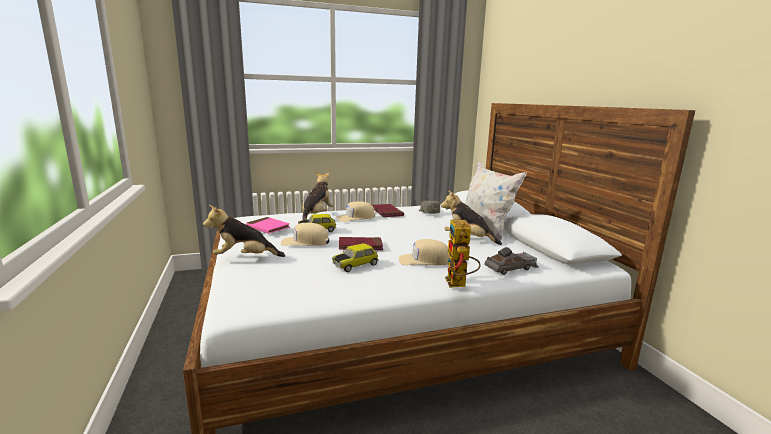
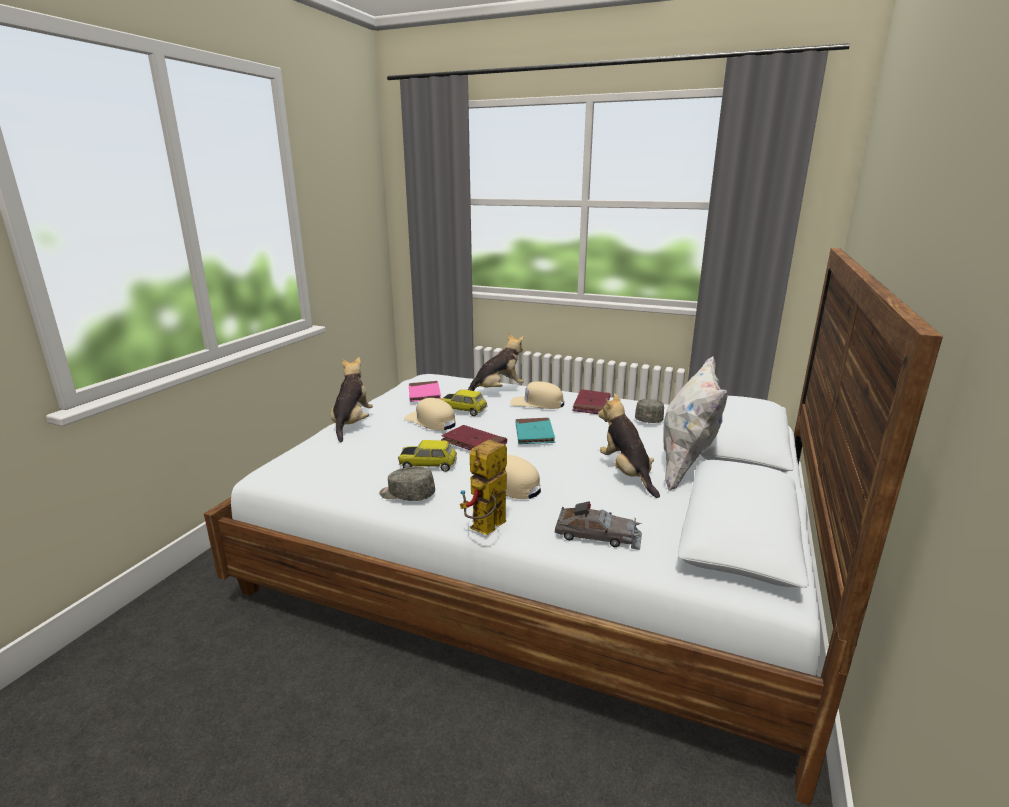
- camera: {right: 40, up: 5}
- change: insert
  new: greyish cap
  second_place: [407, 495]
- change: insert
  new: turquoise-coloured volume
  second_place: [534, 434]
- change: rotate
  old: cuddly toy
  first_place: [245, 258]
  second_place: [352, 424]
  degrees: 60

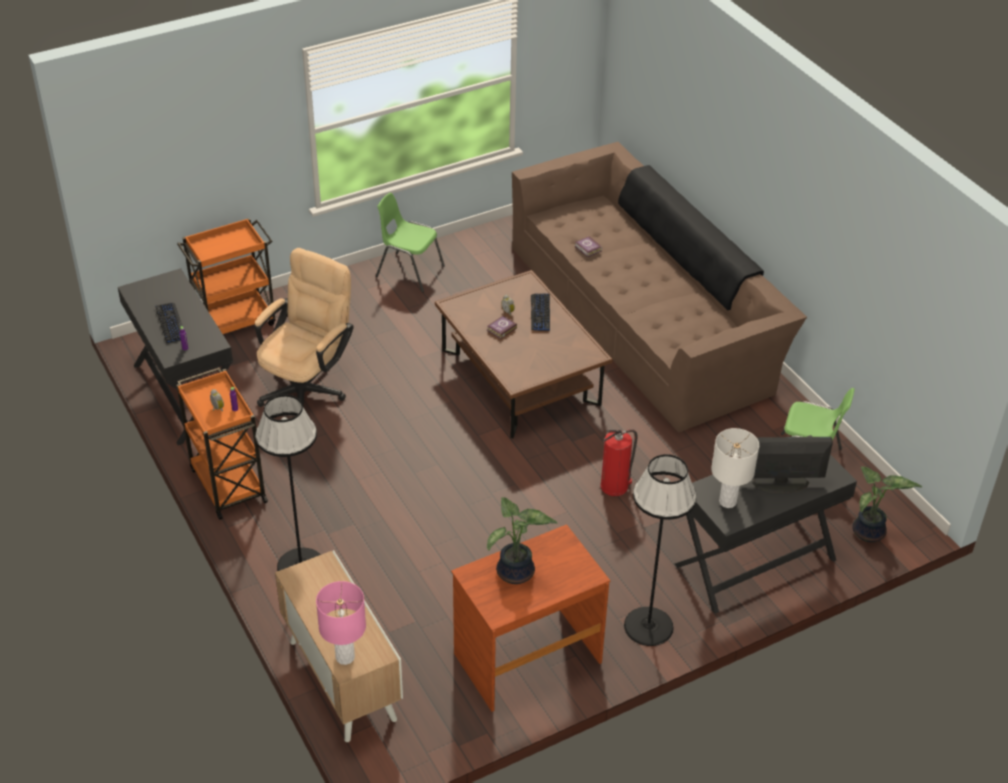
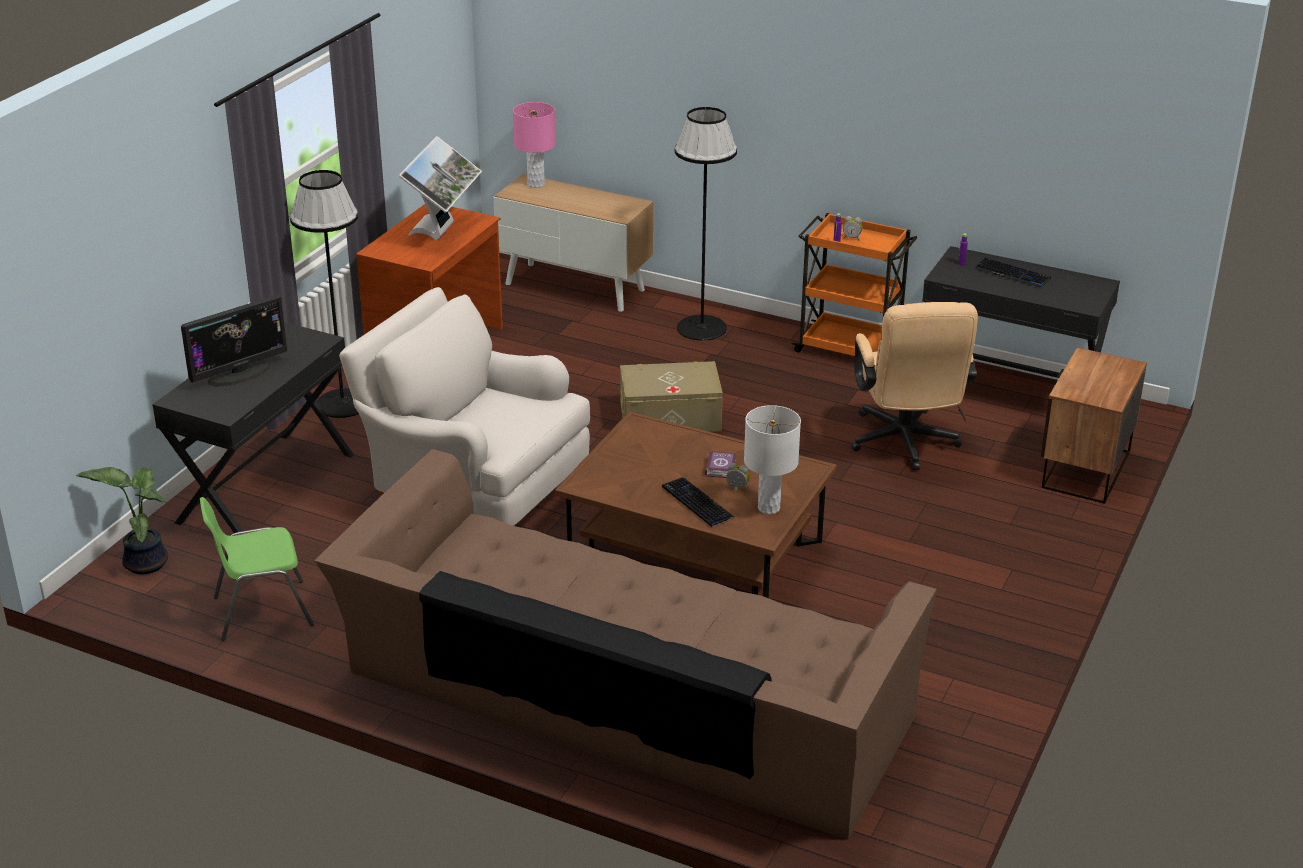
- camera: {right: 145, up: -10}
- change: delete
  old: green upright chair
  first_place: [409, 271]
- change: delete
  old: volume
  first_place: [588, 249]
- change: insert
  new: sand-coloured storage box
  second_place: [670, 416]
- change: move
  old: whitish tabletop lamp
  first_place: [728, 502]
  second_place: [768, 508]
- change: replace
  old: orange-coloured wheeled cart
  new: night table
  first_place: [235, 321]
  second_place: [1083, 469]
- change: replace
  old: potted plant
  new: computer screen
  first_place: [516, 574]
  second_place: [442, 231]
- change: replace
  old: fire extinguisher
  new: whitish armchair
  first_place: [615, 486]
  second_place: [474, 493]

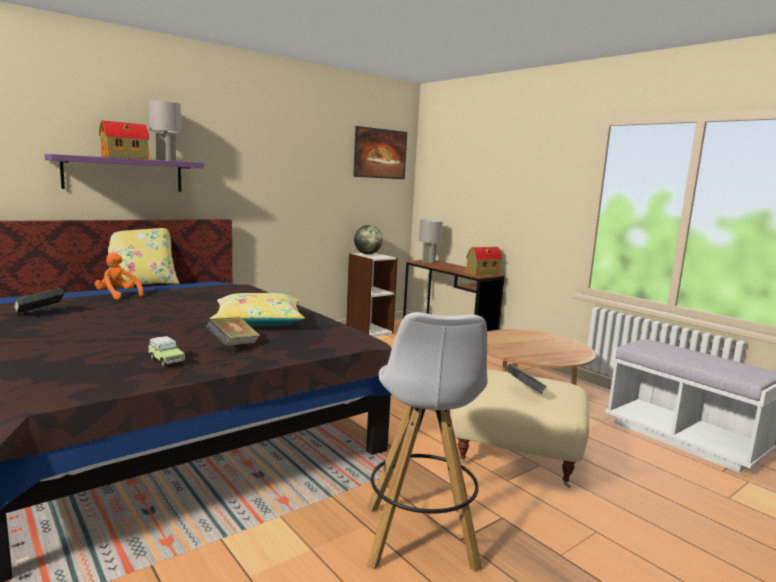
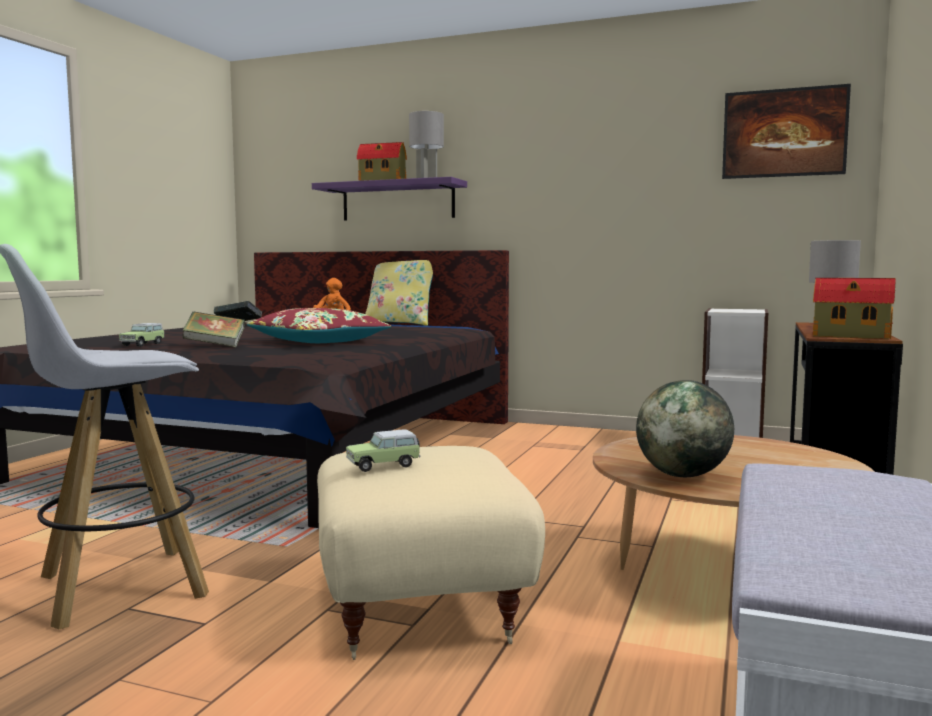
- camera: {right: 60, up: -5}
- change: move
  old: desk globe
  first_place: [367, 254]
  second_place: [682, 475]
- change: replace
  old: volume
  new: toy car
  first_place: [524, 392]
  second_place: [385, 465]
- change: recolor
  old: yellow-coloured throw pillow
  new: red throw pillow
  first_place: [258, 321]
  second_place: [319, 341]

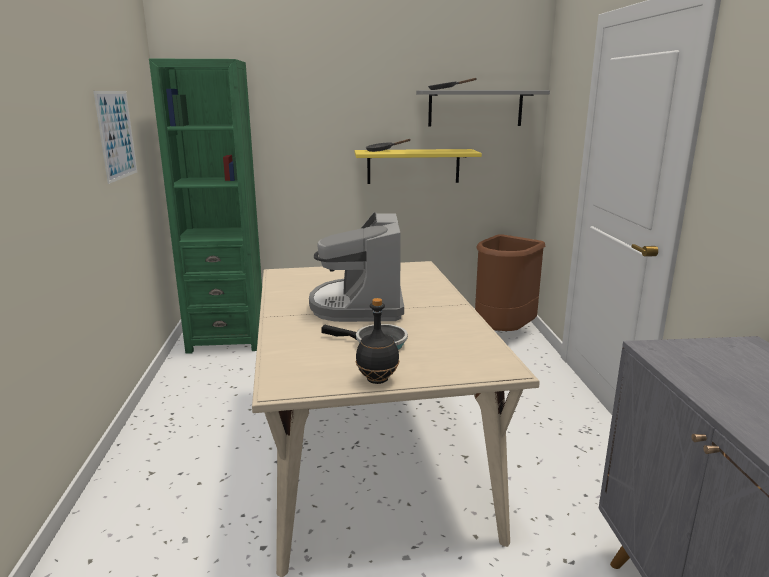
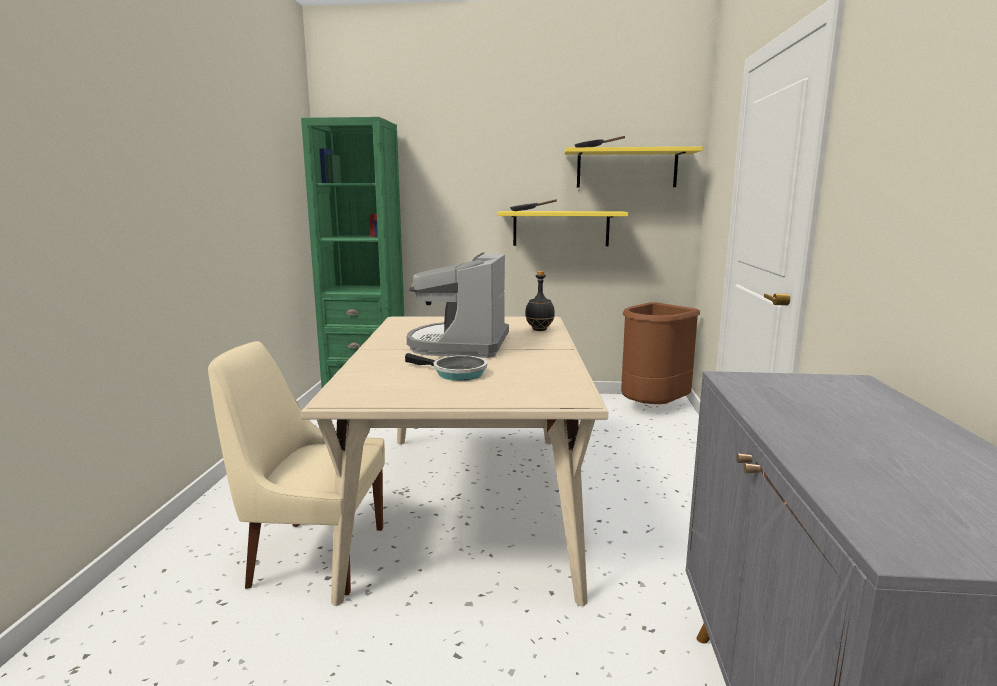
- camera: {right: 10, up: -5}
- change: delete
  old: picture
  first_place: [116, 135]
- change: insert
  new: sand-coloured upright chair
  second_place: [313, 556]
- change: move
  old: black bottle
  first_place: [376, 380]
  second_place: [539, 330]
- change: recolor
  old: greyish wall shelf
  new: yellow-coloured wall shelf
  first_place: [475, 108]
  second_place: [626, 169]

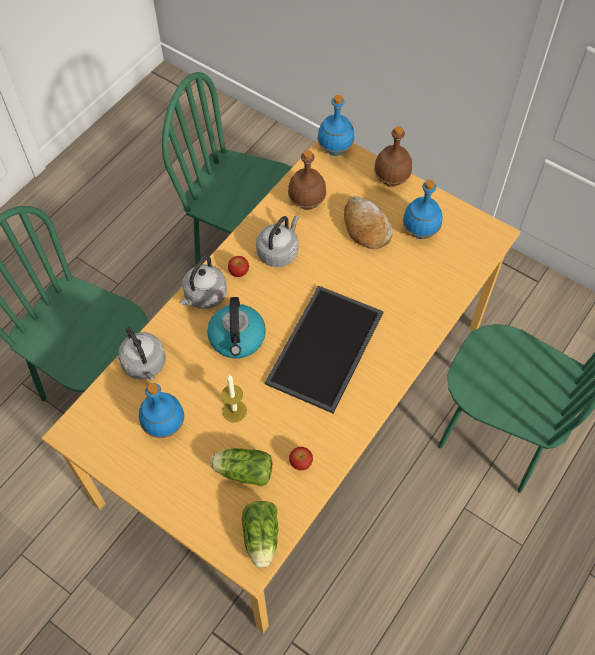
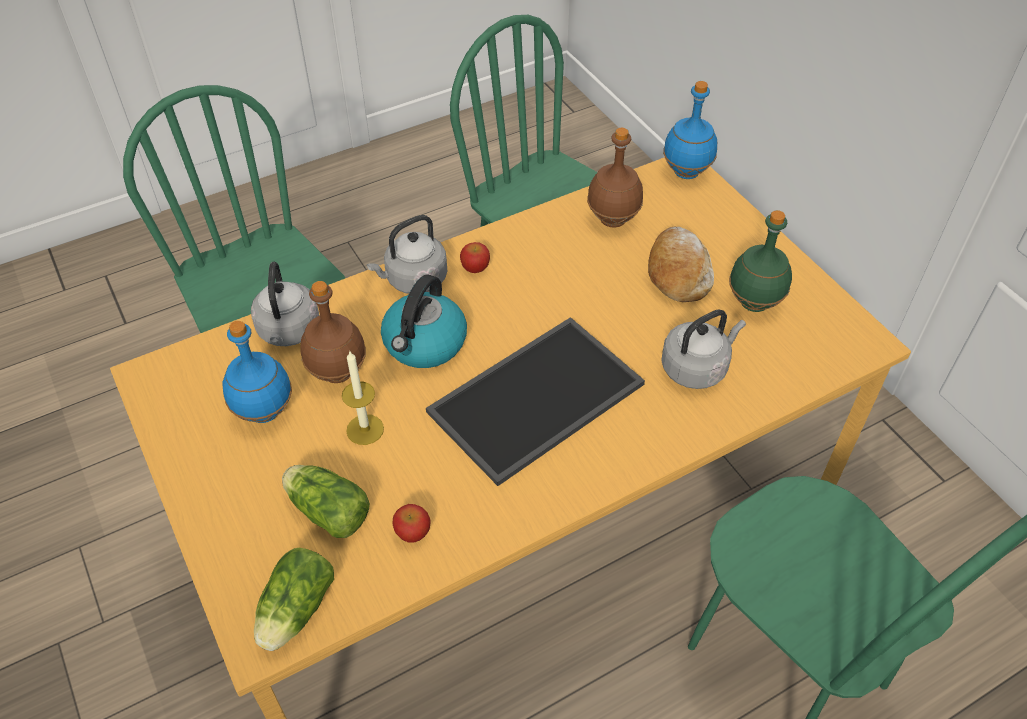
- camera: {right: 25, up: -10}
- change: move
  old: greyish kettle
  first_place: [279, 251]
  second_place: [696, 367]
- change: move
  old: brown bottle
  first_place: [391, 180]
  second_place: [338, 372]
- change: recolor
  old: blue bottle
  new: green bottle
  first_place: [419, 232]
  second_place: [753, 303]

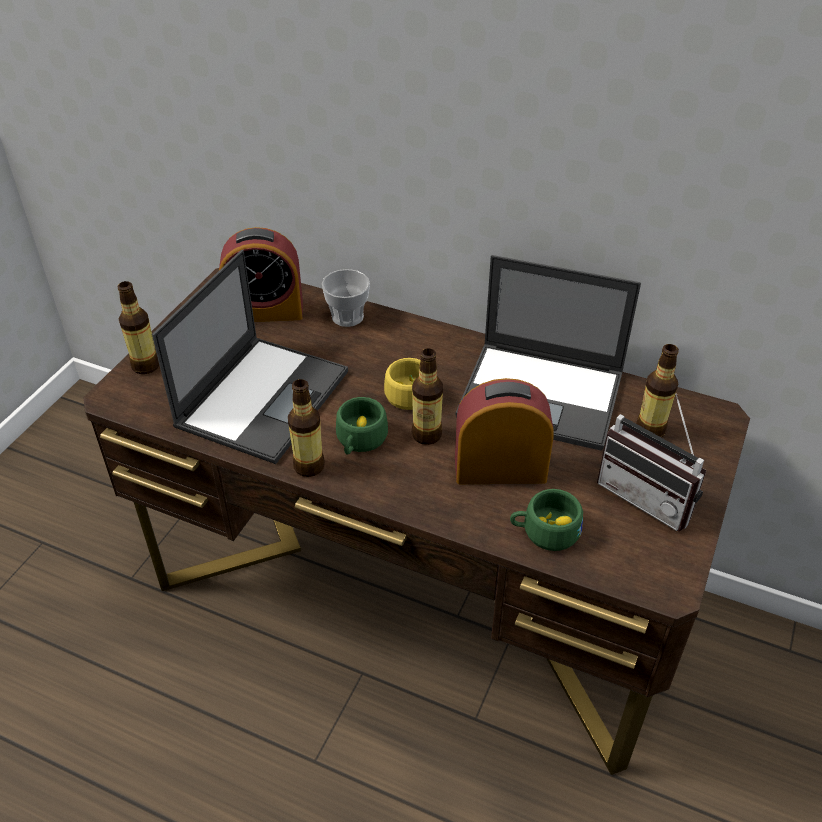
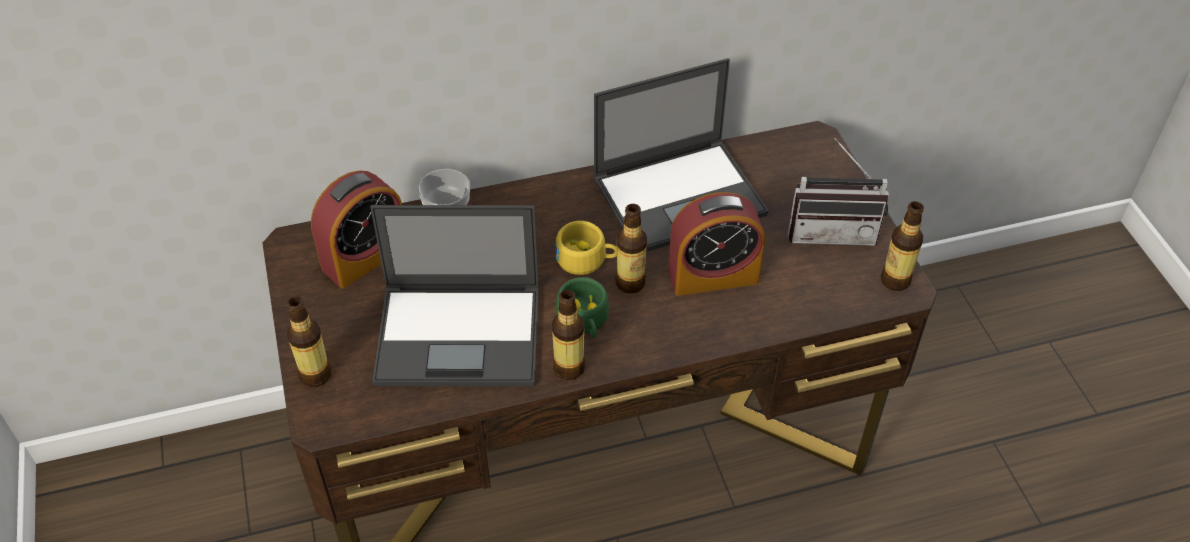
- camera: {right: -40, up: 5}
- change: delete
  old: green cup
  first_place: [544, 531]
- change: move
  old: bottle
  first_place: [650, 430]
  second_place: [895, 280]
- change: rotate
  old: notebook computer
  first_place: [264, 397]
  second_place: [461, 335]
  degrees: 105
- change: rotate
  old: bedside clock
  first_place: [500, 469]
  second_place: [713, 276]
  degrees: -150

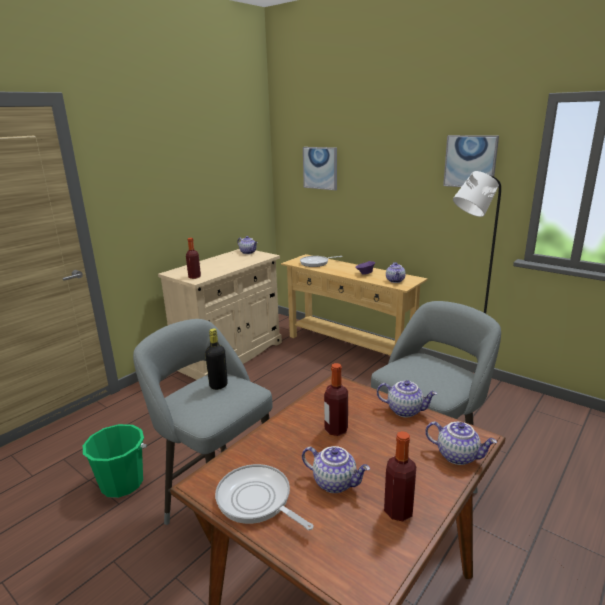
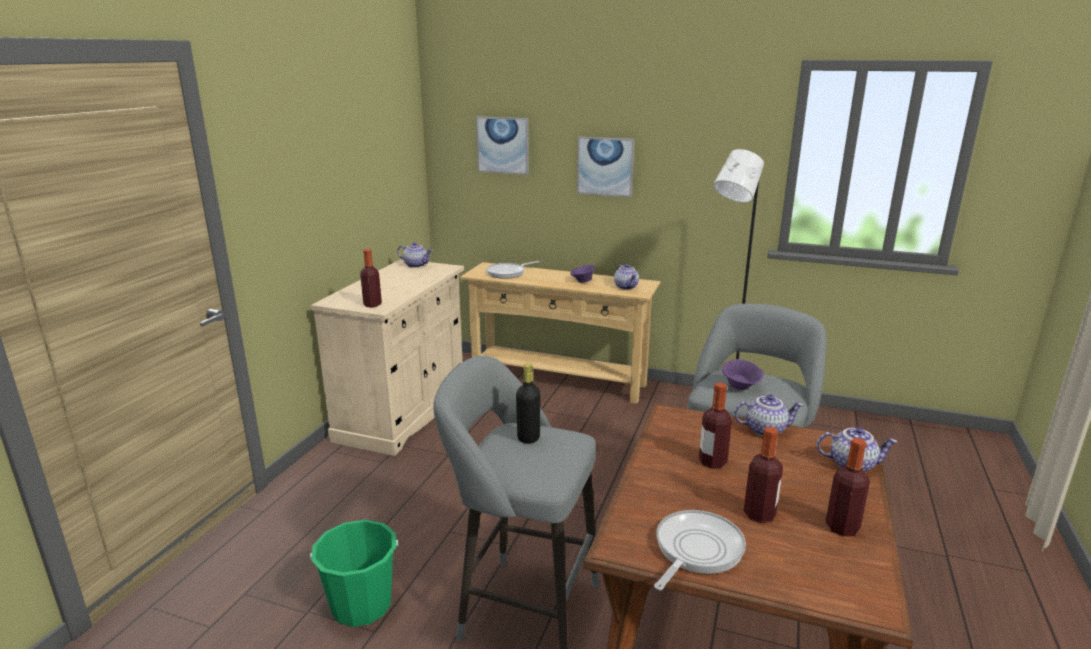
- camera: {right: -20, up: 0}
- change: insert
  new: purplish serving bowl
  second_place: [741, 387]
- change: move
  old: picture
  first_place: [470, 161]
  second_place: [605, 166]
- change: replace
  old: teapot
  new: bottle
  first_place: [335, 482]
  second_place: [759, 514]
- change: rotate
  old: skillet
  first_place: [257, 500]
  second_place: [696, 550]
  degrees: 105

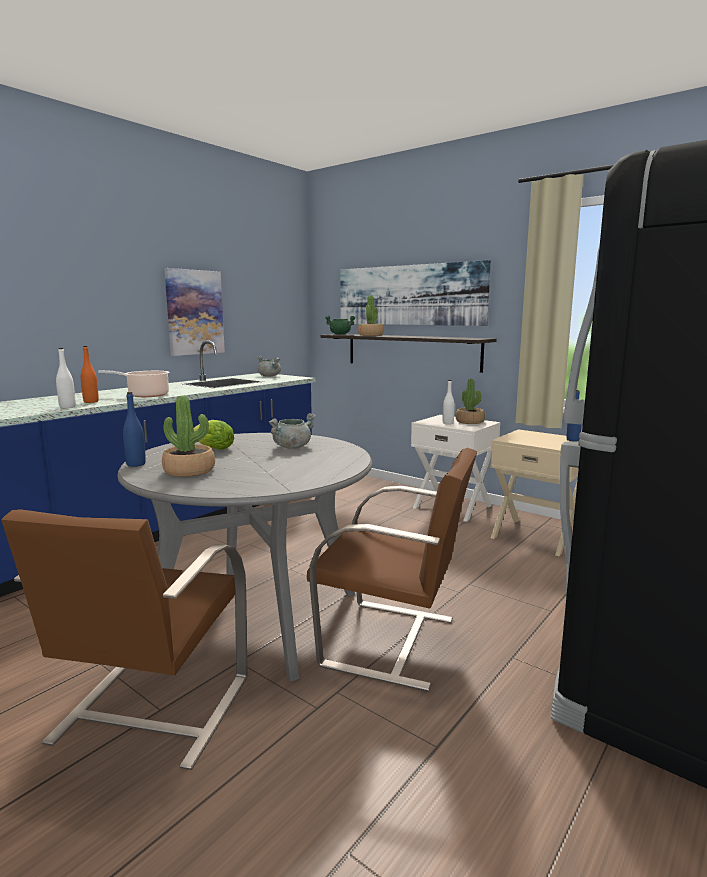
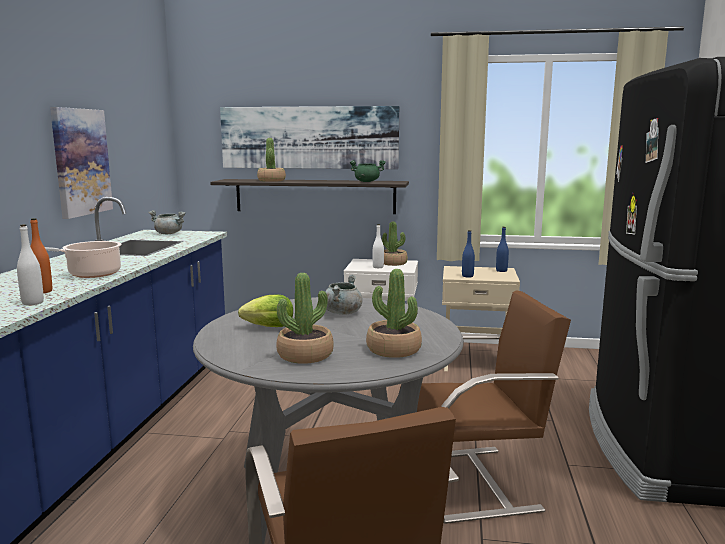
- camera: {right: -30, up: 0}
- change: insert
  new: potted plant
  second_place: [393, 350]
- change: move
  old: blue bottle
  first_place: [136, 464]
  second_place: [467, 276]
- change: move
  old: green saucepot
  first_place: [340, 334]
  second_place: [367, 181]

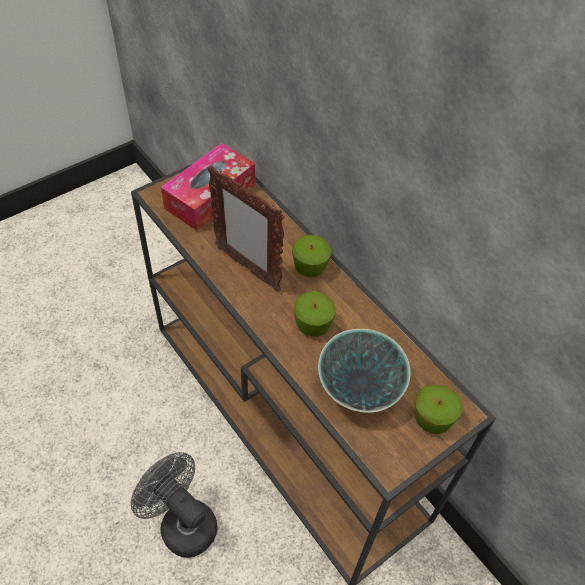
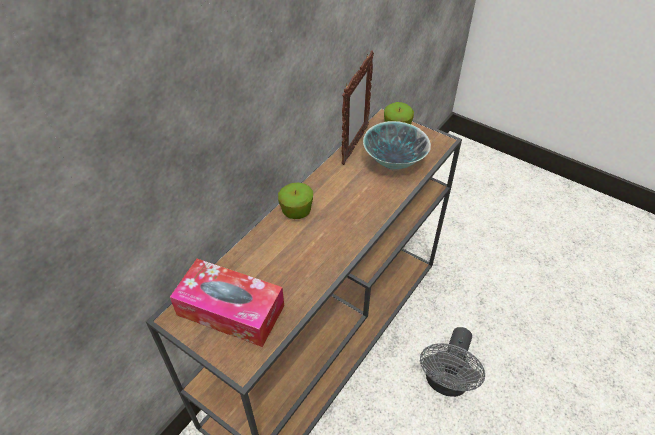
- camera: {right: -105, up: -5}
- change: delete
  old: apple fruit
  first_place: [313, 325]
- change: move
  old: picture frame
  first_place: [247, 268]
  second_place: [354, 145]

